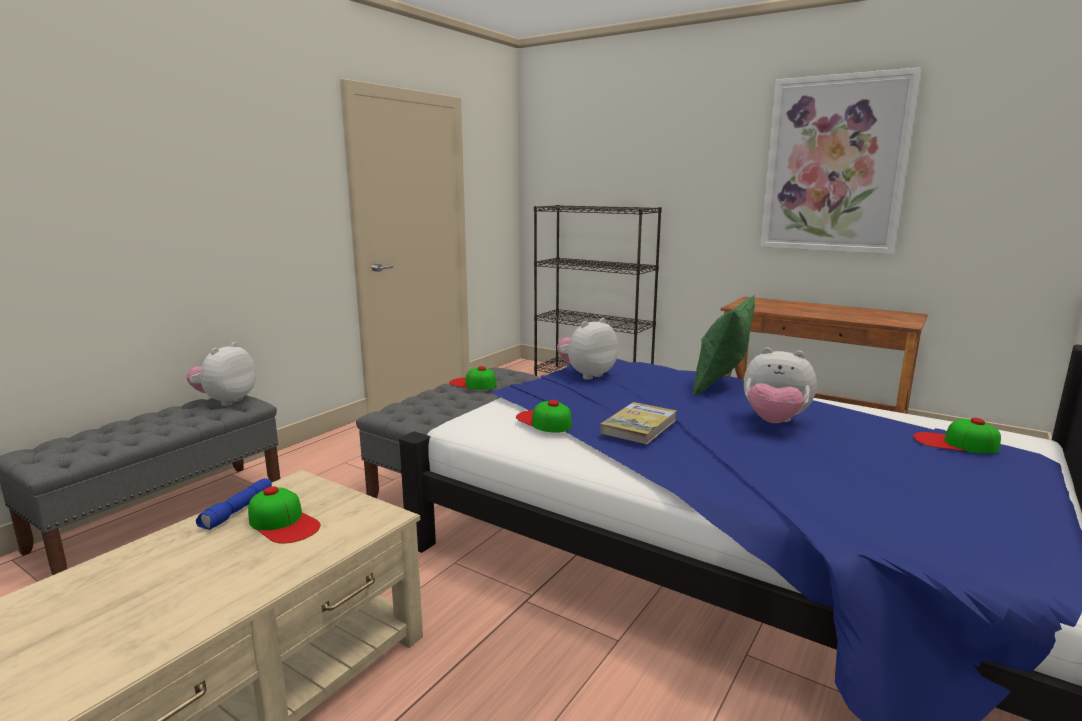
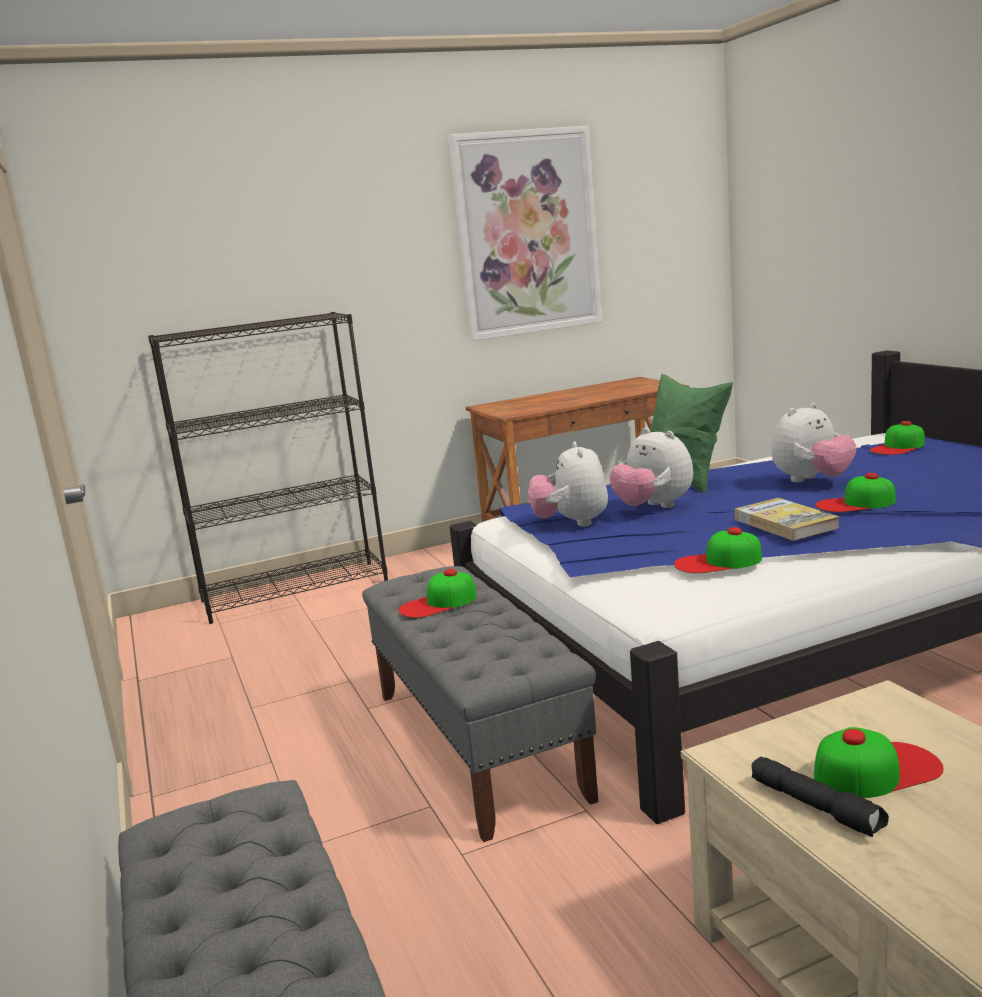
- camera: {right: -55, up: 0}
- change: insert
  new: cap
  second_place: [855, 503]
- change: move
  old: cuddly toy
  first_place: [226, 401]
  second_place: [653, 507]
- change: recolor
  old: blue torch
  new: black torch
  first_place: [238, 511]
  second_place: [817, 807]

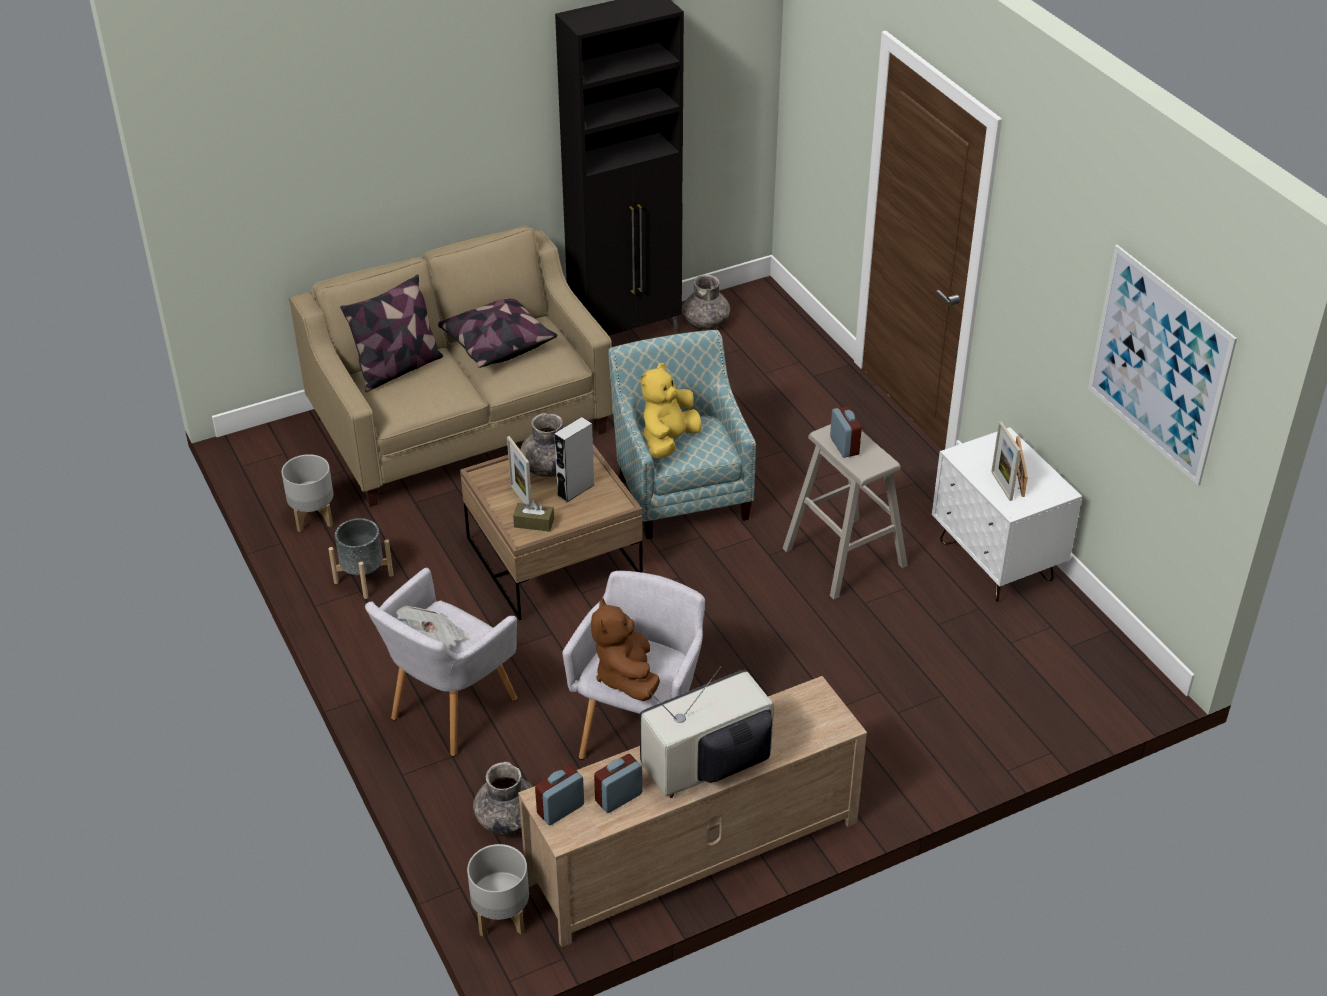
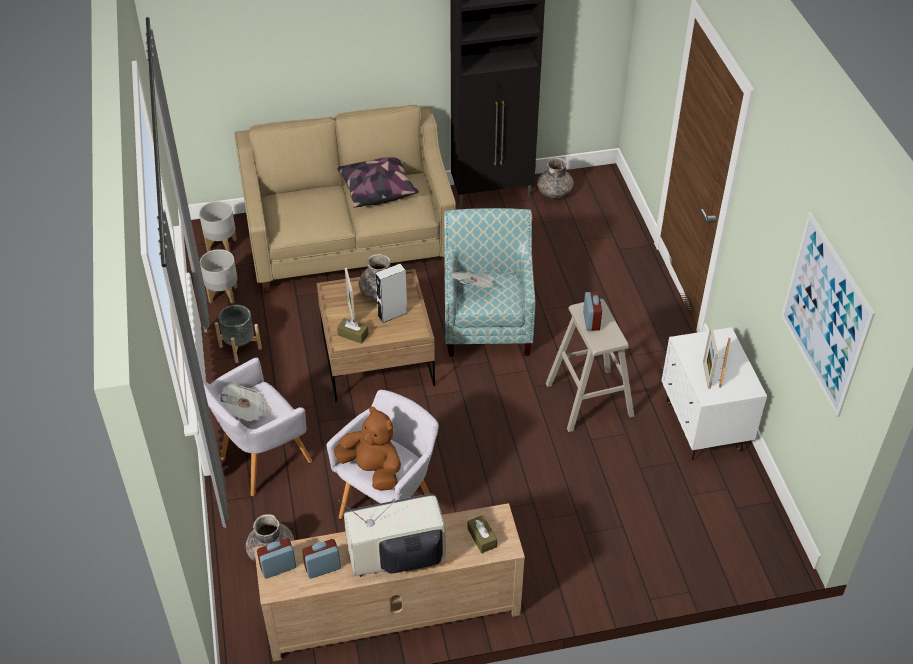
- camera: {right: 15, up: 5}
- change: delete
  old: throw pillow
  first_place: [398, 369]
- change: insert
  new: brown box of tissues
  second_place: [482, 538]
- change: move
  old: greyish planter
  first_place: [501, 917]
  second_place: [221, 245]
- change: replace
  old: yellow-coloured cuddly toy
  new: newspaper
  first_place: [668, 441]
  second_place: [475, 288]
- change: rotate
  old: brown cuddly toy
  first_place: [626, 676]
  second_place: [372, 470]
  degrees: 120

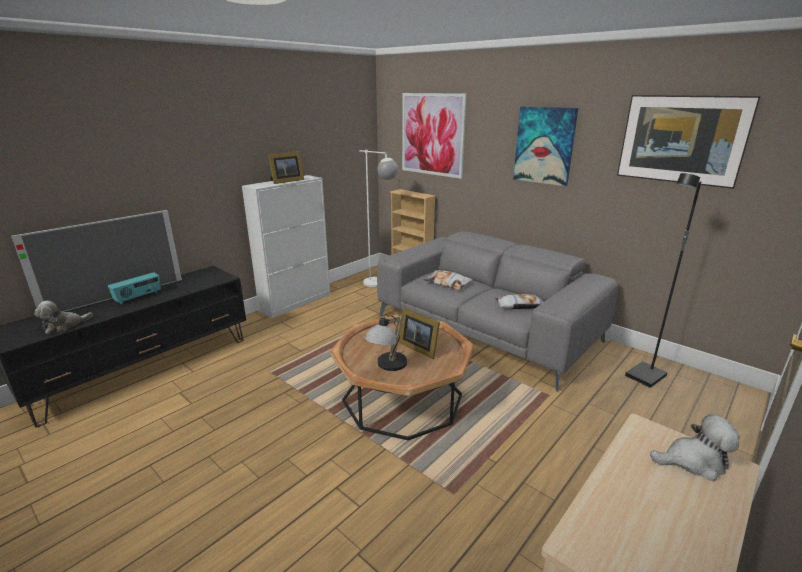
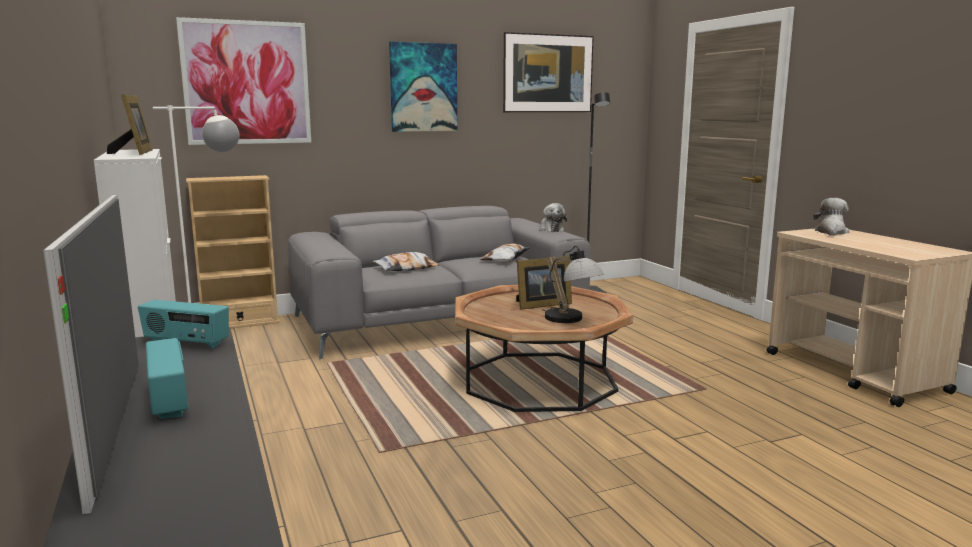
- camera: {right: -65, up: -10}
- change: insert
  new: radio
  second_place: [186, 343]
- change: move
  old: cuddly toy
  first_place: [64, 325]
  second_place: [551, 229]

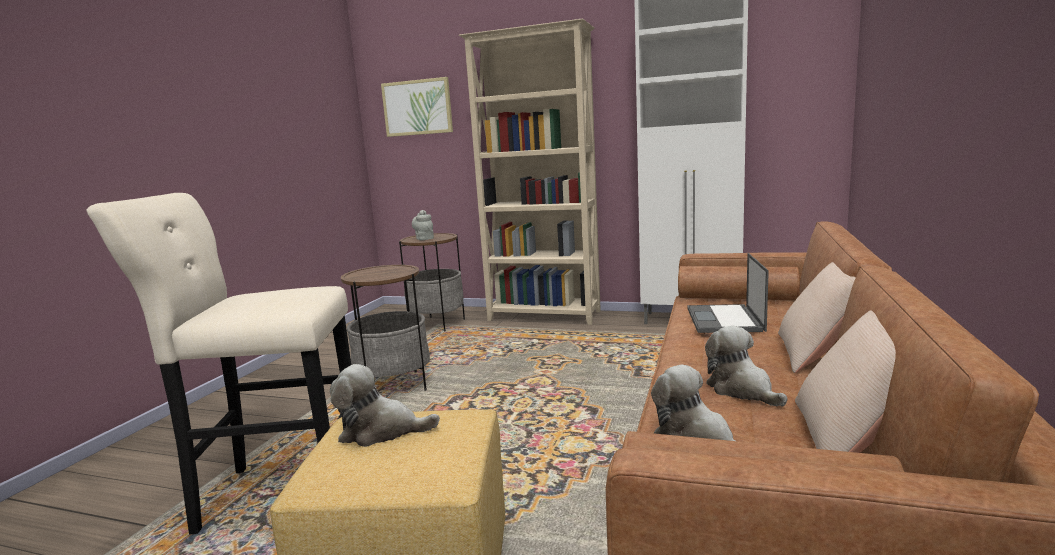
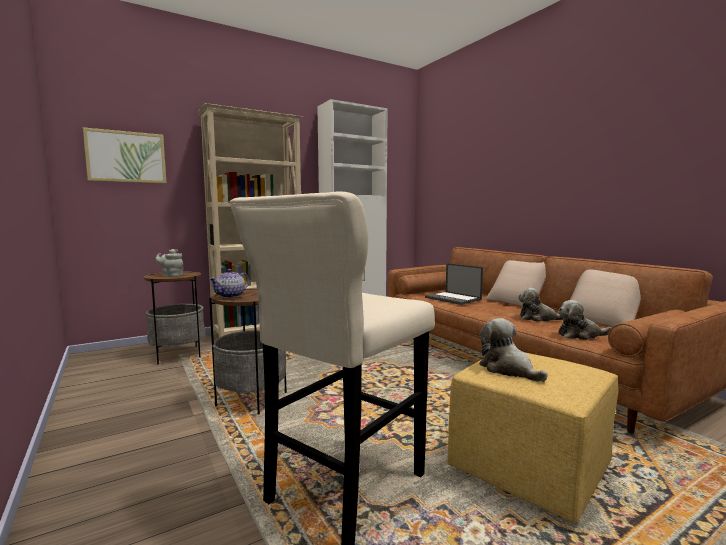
- camera: {right: -50, up: -5}
- change: insert
  new: teapot
  second_place: [231, 296]
- change: rotate
  old: cuddly toy
  first_place: [380, 431]
  second_place: [508, 369]
  degrees: 105

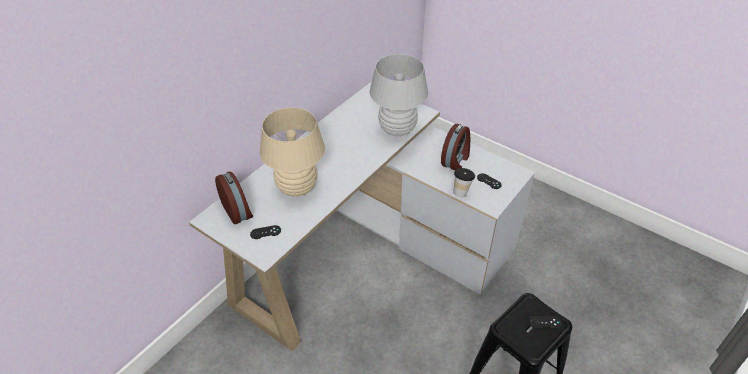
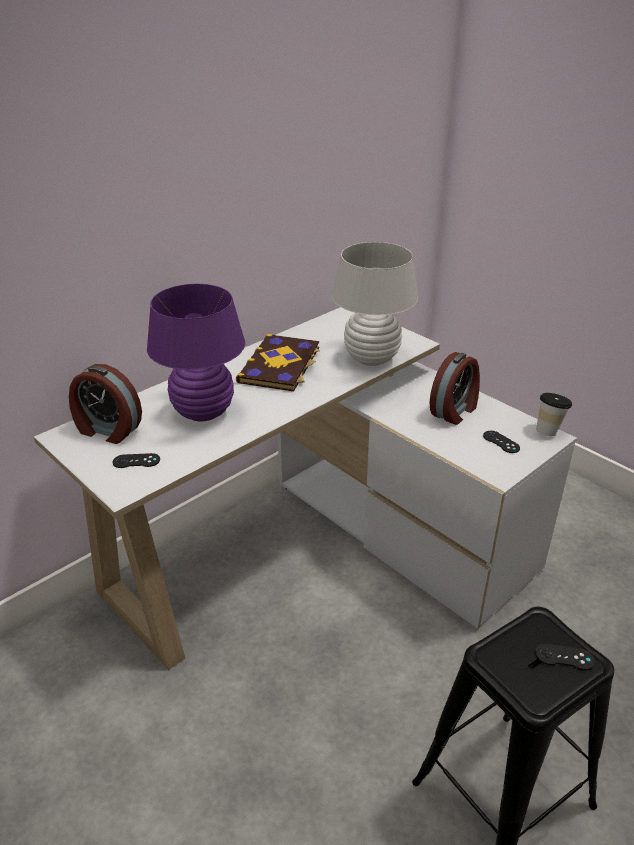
- camera: {right: 10, up: -10}
- change: insert
  new: volume
  second_place: [281, 365]
- change: move
  old: cup
  first_place: [461, 192]
  second_place: [549, 430]
- change: recolor
  old: sand-coloured tabletop lamp
  new: purplish tabletop lamp
  first_place: [297, 188]
  second_place: [203, 412]
- change: rotate
  old: bedside clock
  first_place: [237, 210]
  second_place: [107, 430]
  degrees: 135

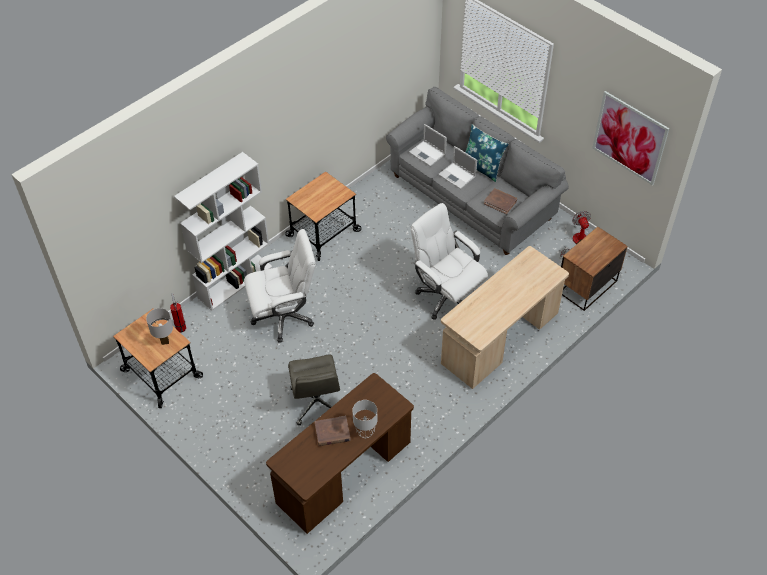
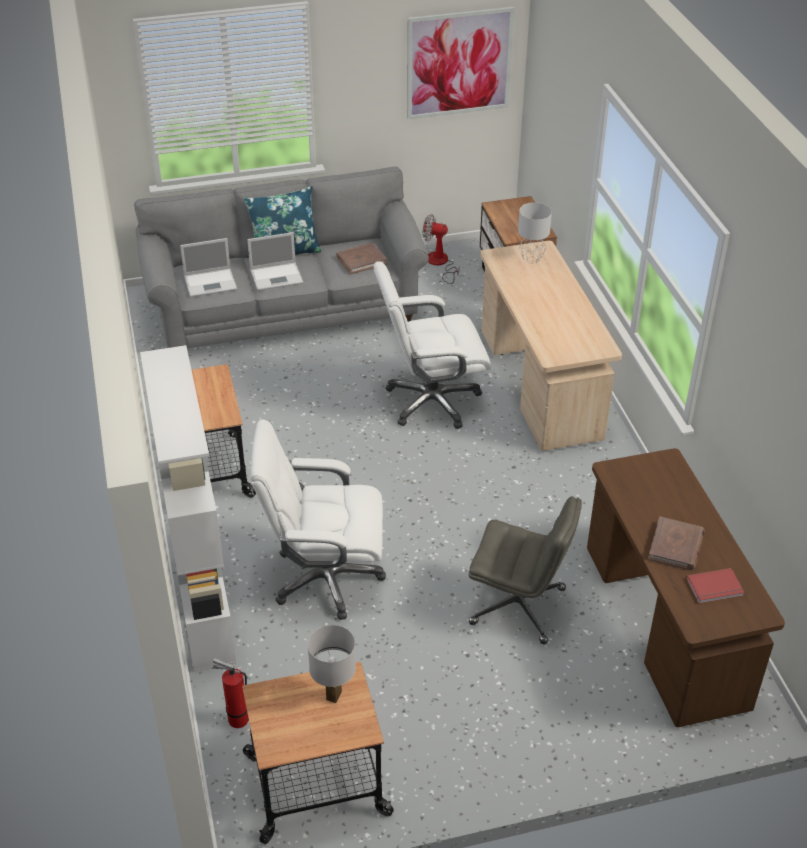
- camera: {right: -60, up: -10}
- change: insert
  new: red volume
  second_place: [715, 588]
- change: move
  old: greyish tabletop lamp
  first_place: [365, 432]
  second_place: [530, 259]
- change: rotate
  old: whitish desk chair
  first_place: [284, 316]
  second_place: [325, 578]
  degrees: -105

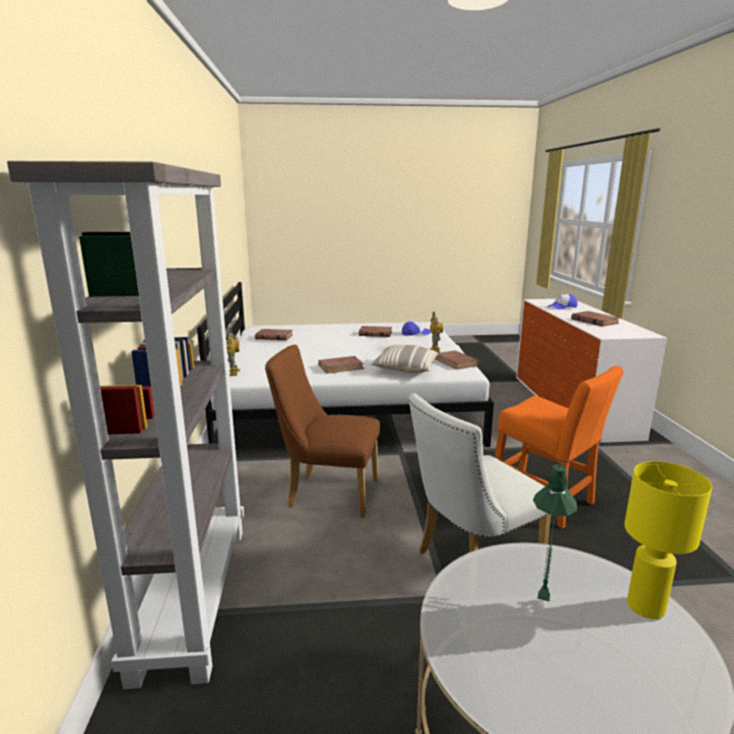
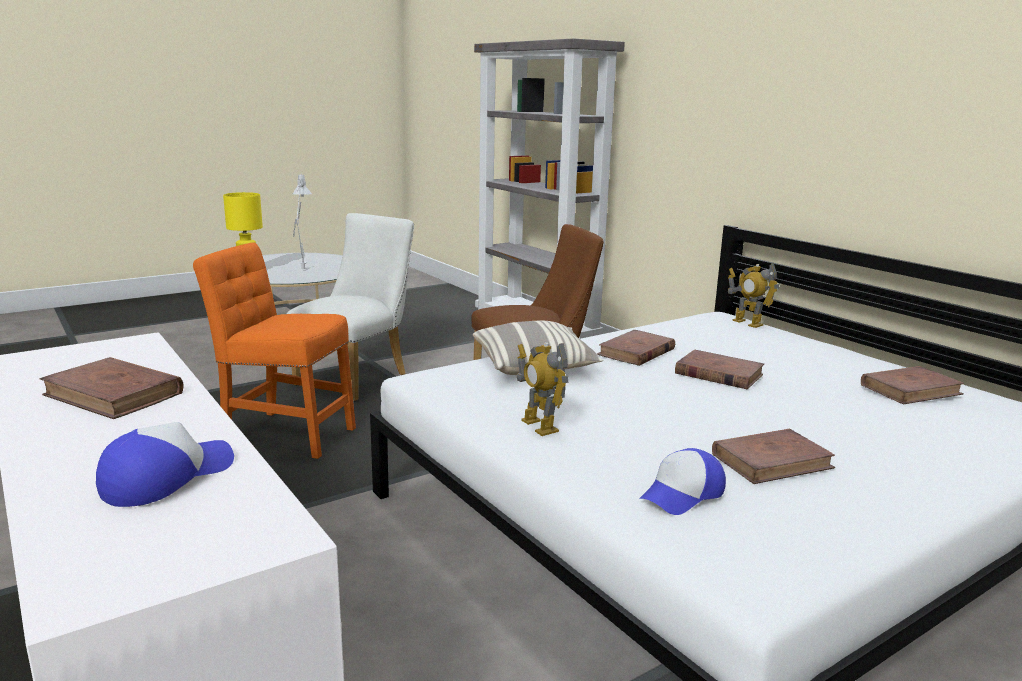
- camera: {right: 150, up: 0}
- change: move
  old: brown volume
  first_place: [456, 362]
  second_place: [718, 374]
- change: recolor
  old: green tabletop lamp
  new: greyish tabletop lamp
  first_place: [544, 594]
  second_place: [302, 271]

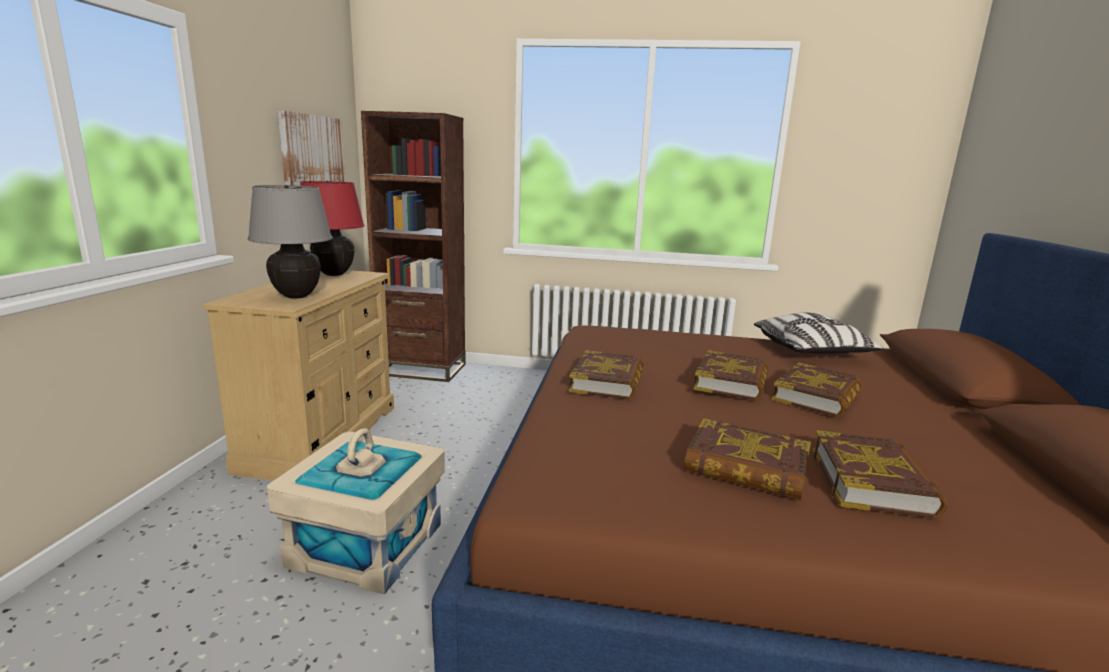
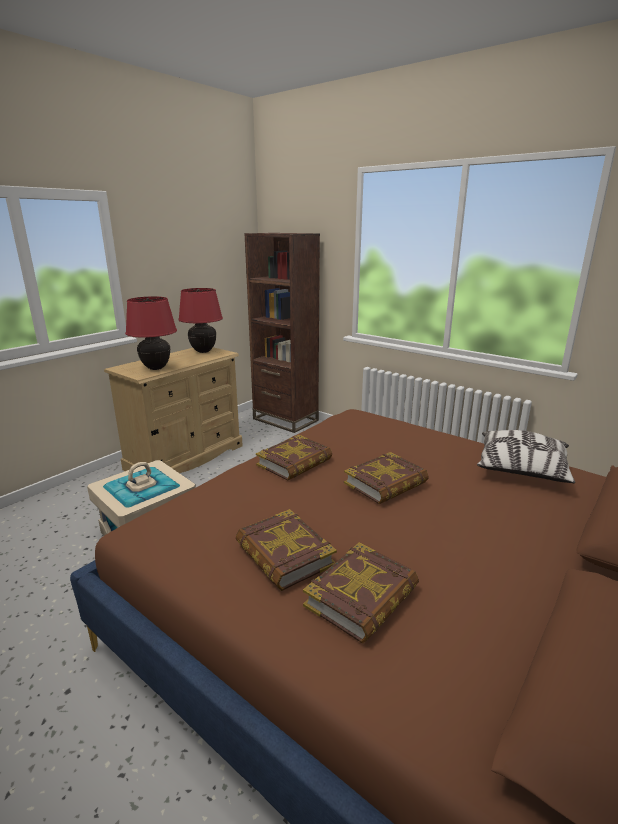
- camera: {right: 30, up: 5}
- change: delete
  old: picture
  first_place: [312, 151]
- change: delete
  old: volume
  first_place: [817, 397]
- change: recolor
  old: greyish tabletop lamp
  new: red tabletop lamp
  first_place: [296, 296]
  second_place: [156, 368]

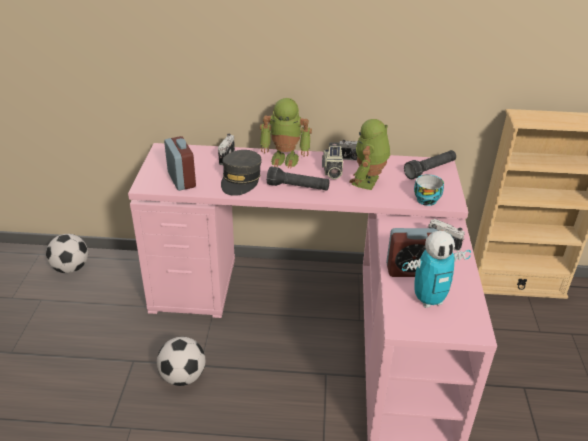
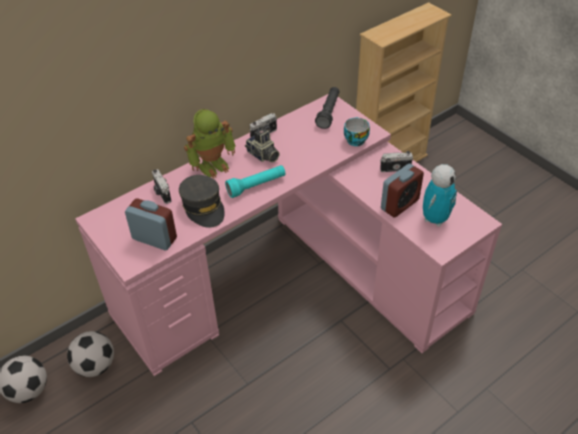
- camera: {right: -40, up: 10}
- change: delete
  old: robot figure
  first_place: [368, 182]
- change: move
  old: football ball
  first_place: [183, 376]
  second_place: [95, 365]
- change: recolor
  old: black torch
  new: turquoise-coloured torch
  first_place: [298, 187]
  second_place: [256, 186]

